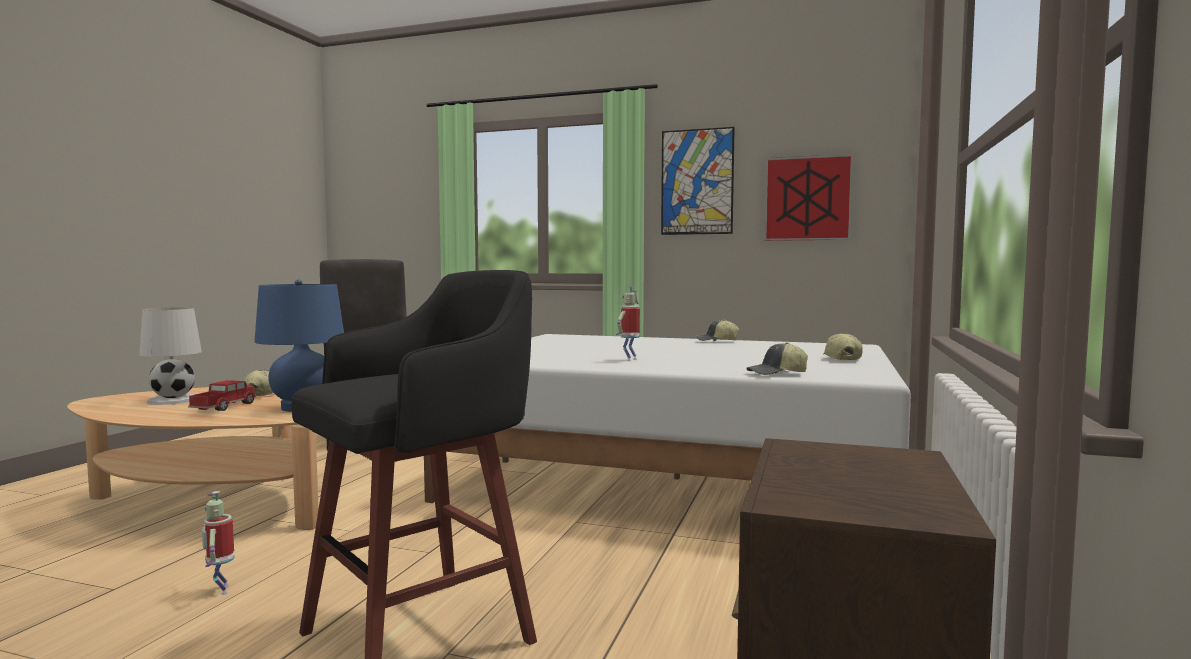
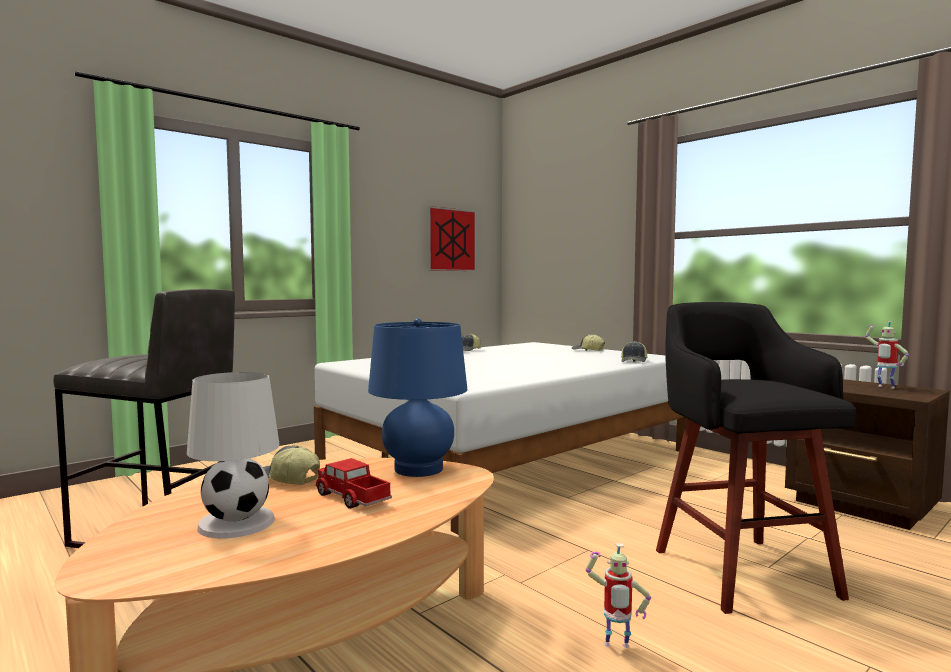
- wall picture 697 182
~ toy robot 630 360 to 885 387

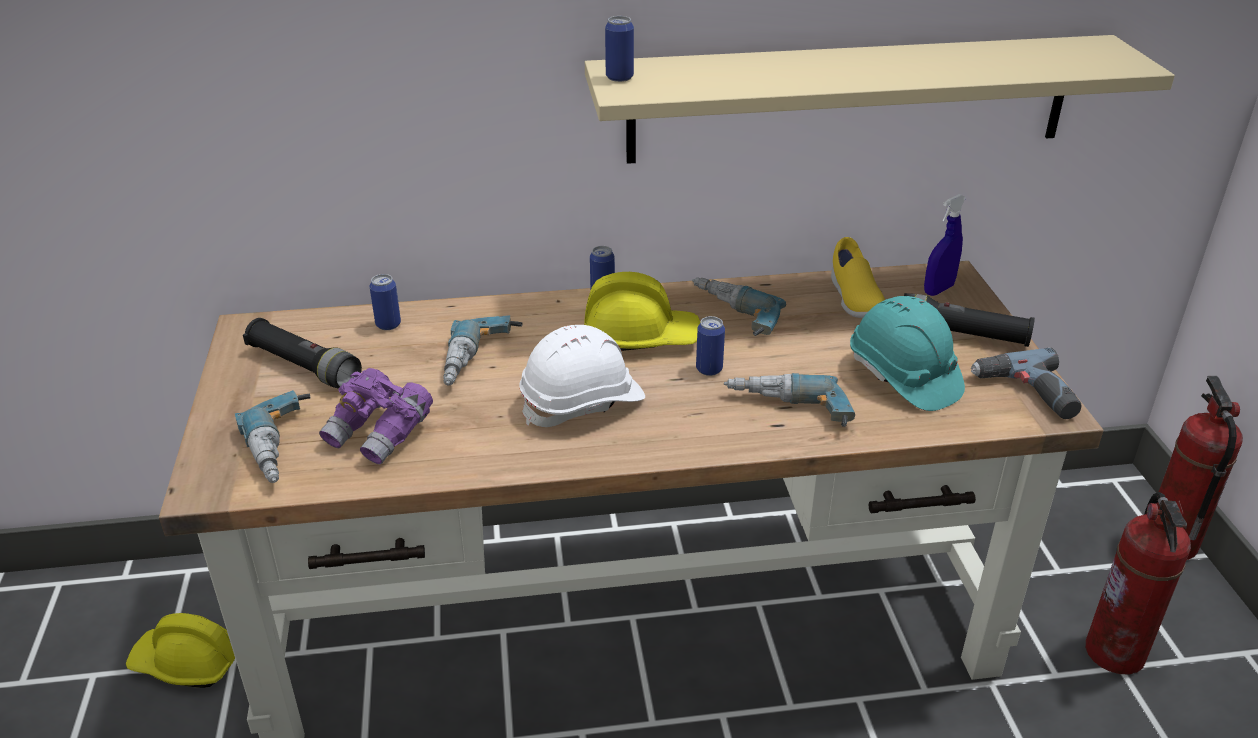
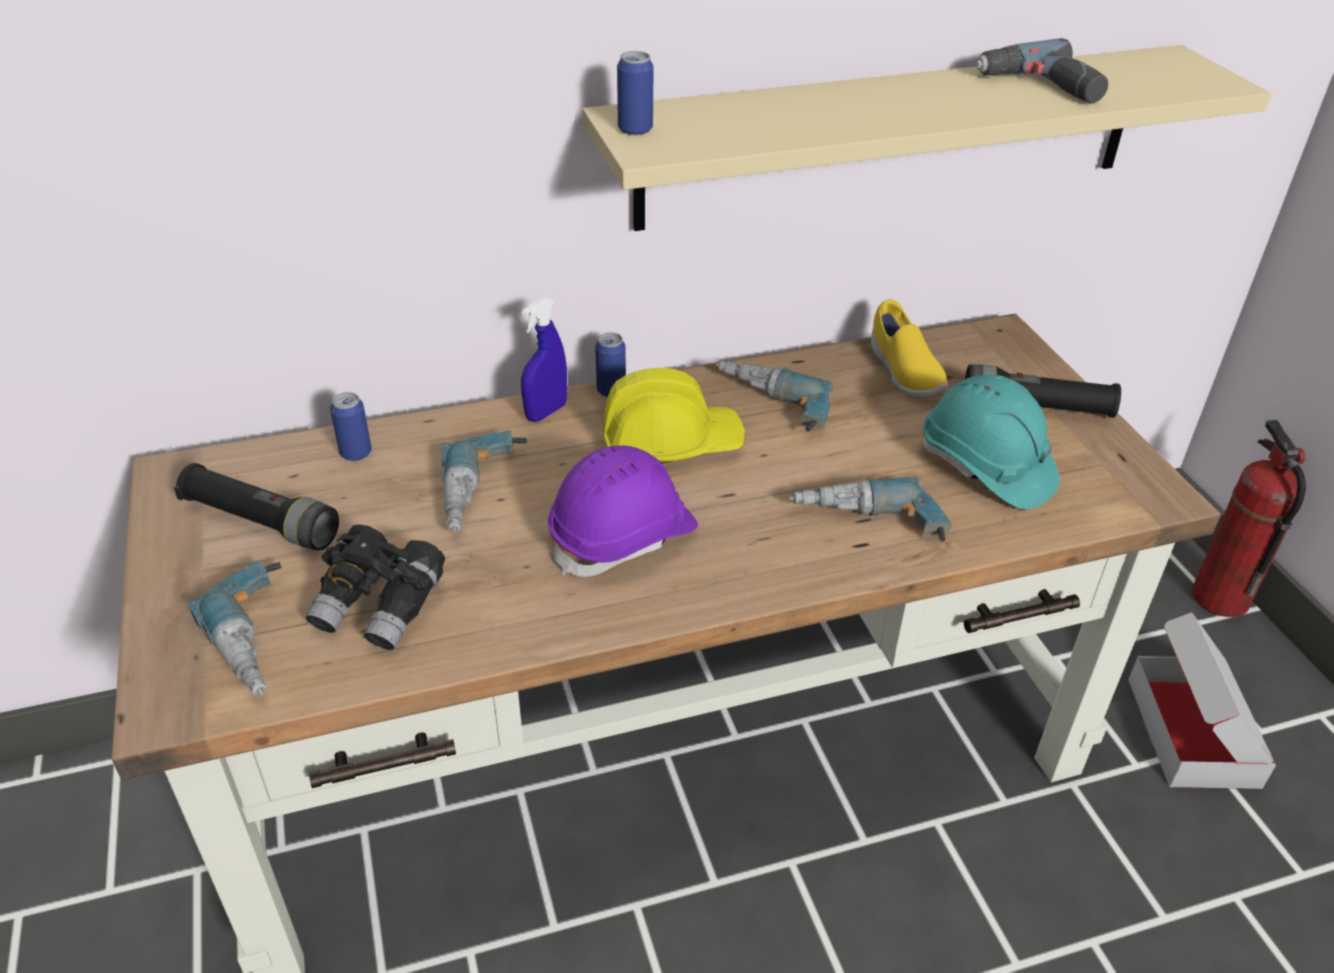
- yellow-coloured hard hat 187 662
- can 709 369
~ blue-coloured sprayer 938 290 to 546 412
~ electric drill 1026 394 to 1041 87
~ fire extinguisher 1116 653 to carton 1192 732
~ purple pair of binoculars 380 434 to black-coloured pair of binoculars 381 607
~ whitish hard hat 583 403 to purple hard hat 624 538

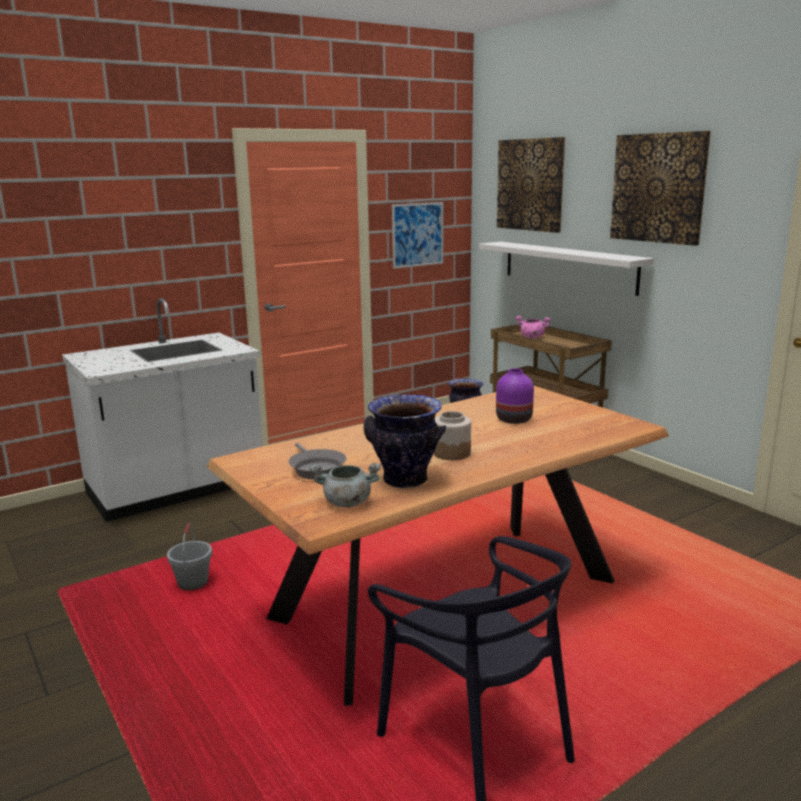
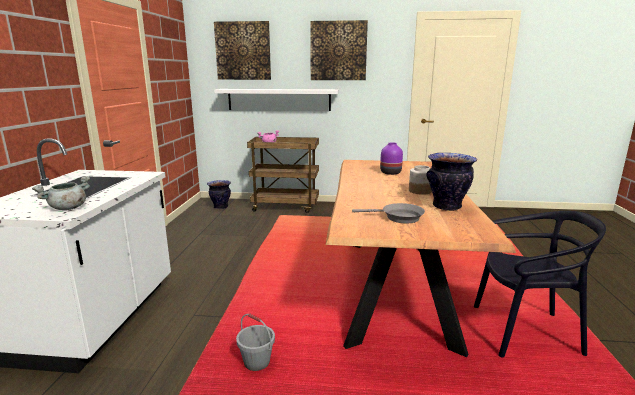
- wall picture 417 234
~ greyish cooking pot 346 503 to 68 208

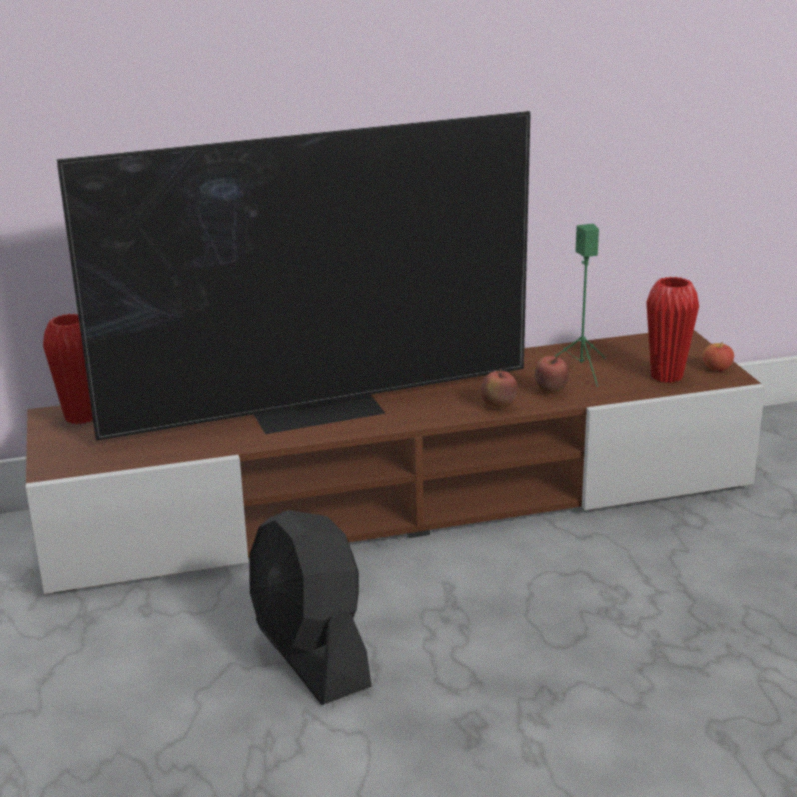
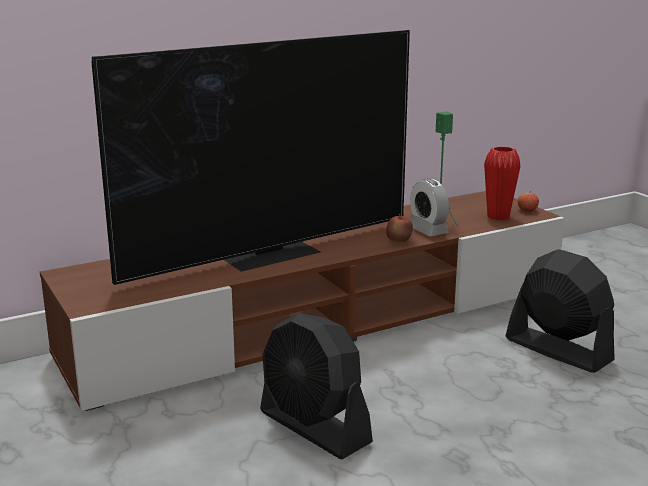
- red decorative vase 81 417
+ black-coloured fan 557 350
~ whole apple 550 391 to alarm clock 428 230

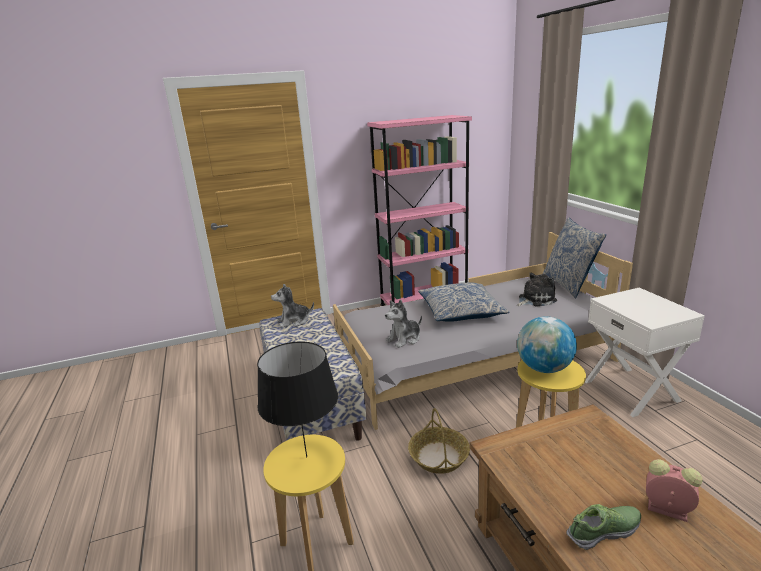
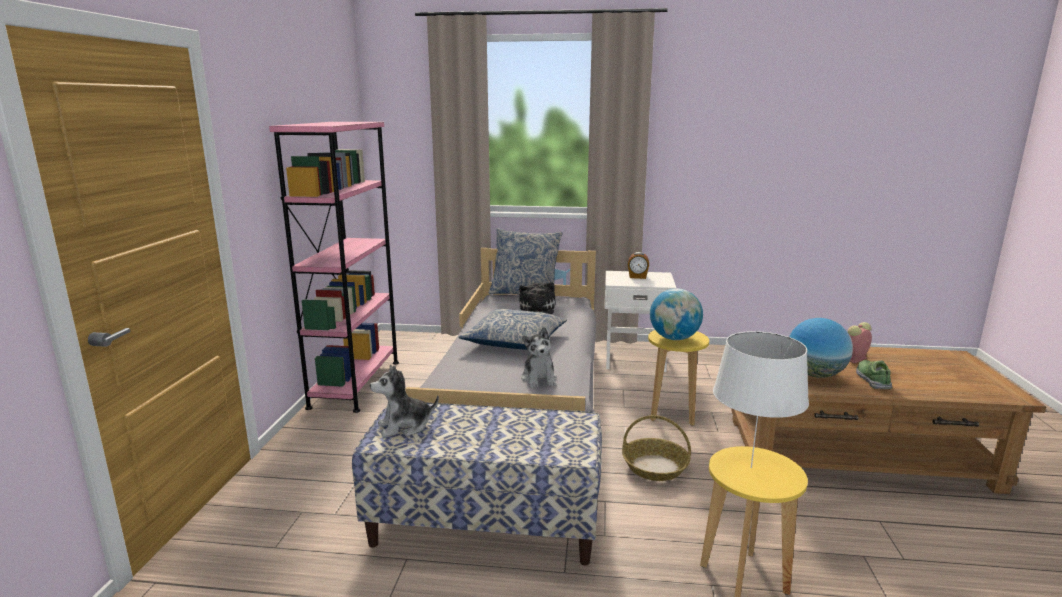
+ alarm clock 637 277
+ globe 815 374
~ black-coloured table lamp 306 457 to whitish table lamp 750 467
~ plush toy 294 321 = 404 426 60 degrees clockwise

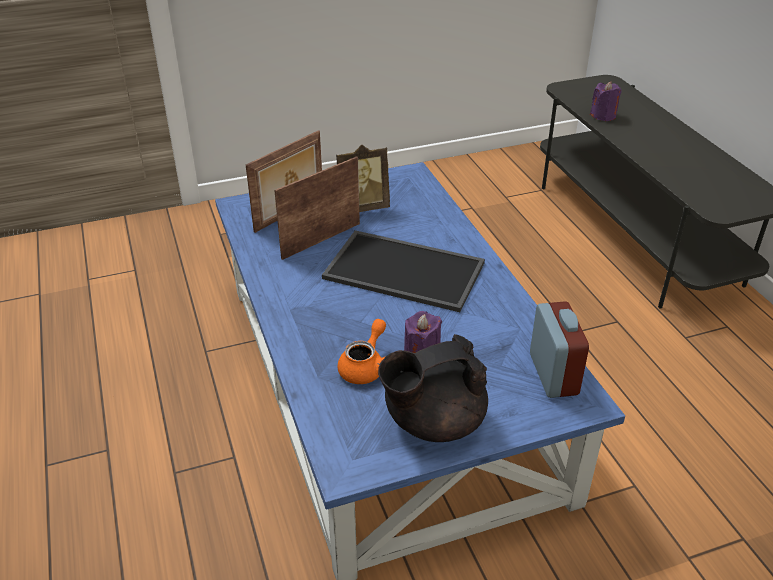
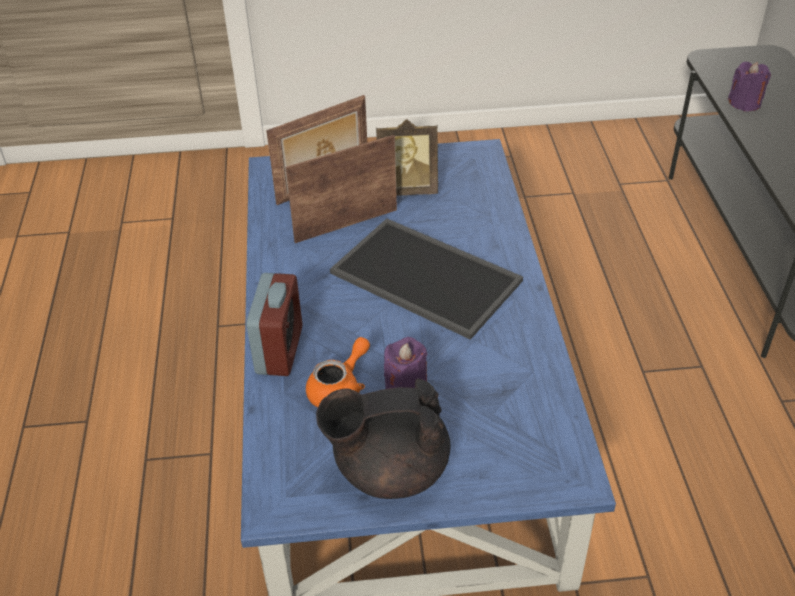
~ alarm clock 553 374 to 279 350

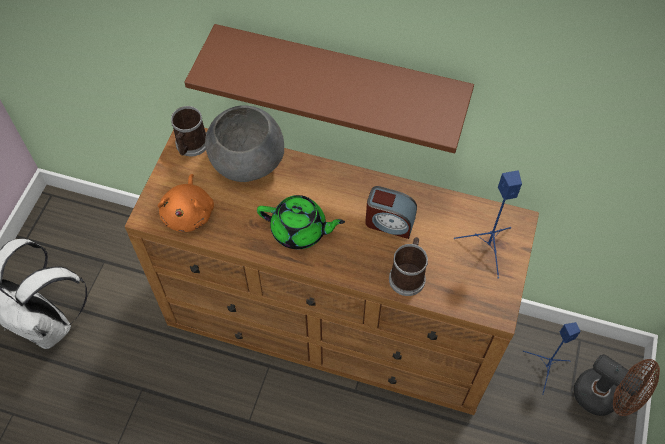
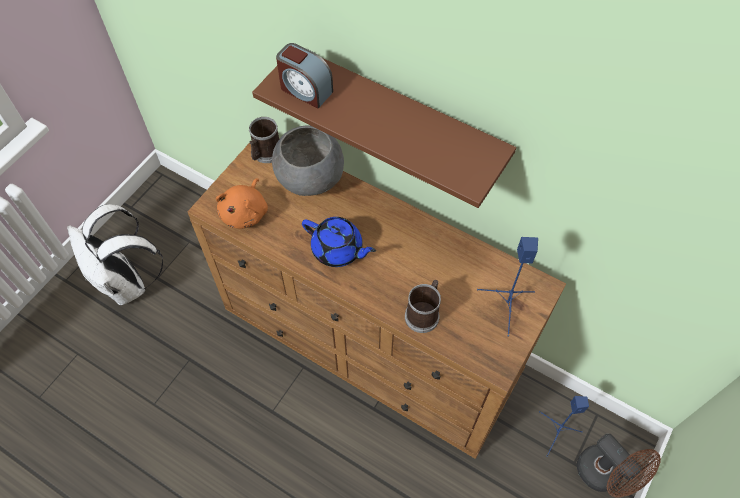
~ alarm clock 389 222 to 305 90
~ green tea pot 300 230 to blue-coloured tea pot 338 250

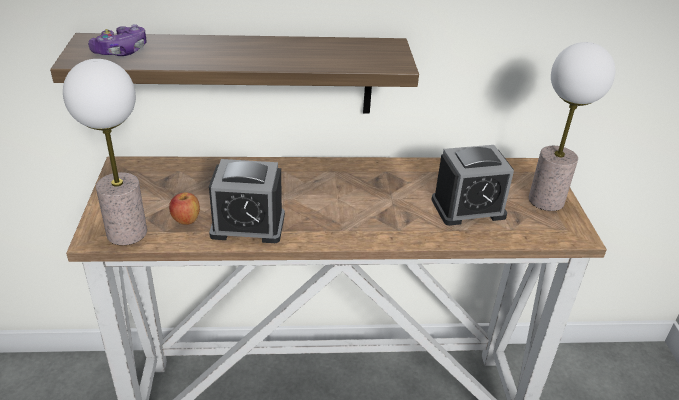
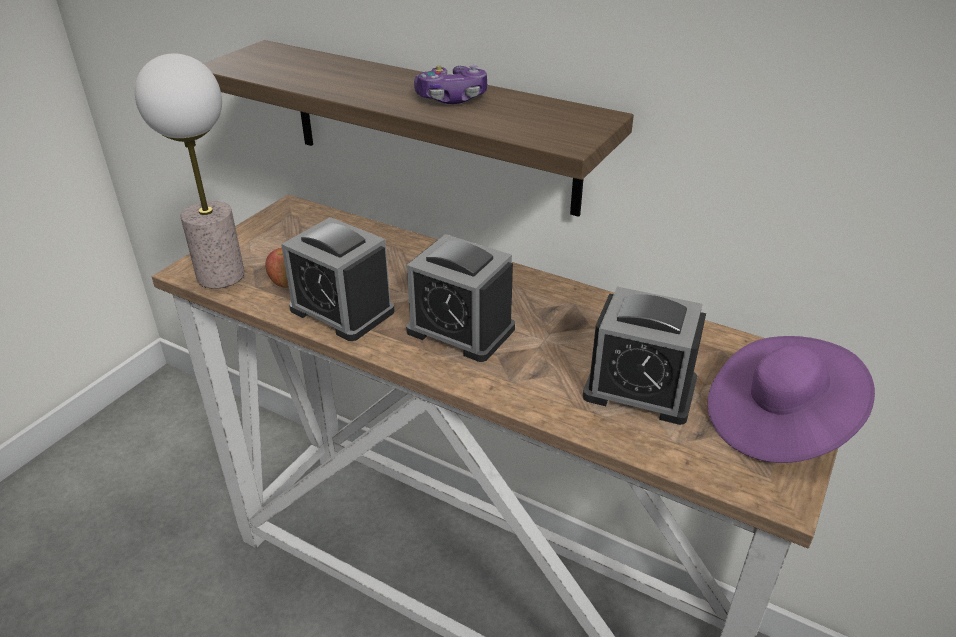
+ alarm clock 460 330
~ game controller 121 51 to 451 98
~ table lamp 545 200 to purple hat 778 423

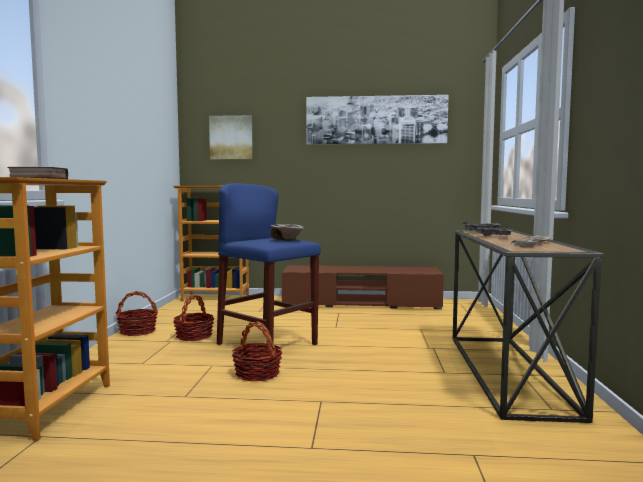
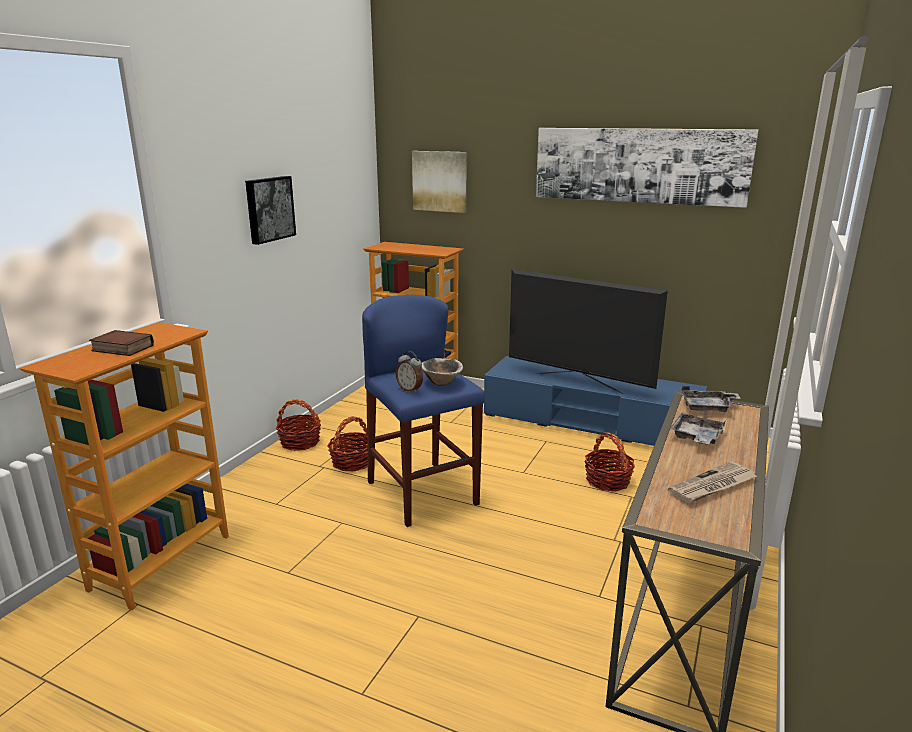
+ wall picture 269 209
+ alarm clock 410 389
+ TV 577 383
~ storage basket 257 374 to 607 481
~ brown media console 361 303 to blue-coloured media console 590 422

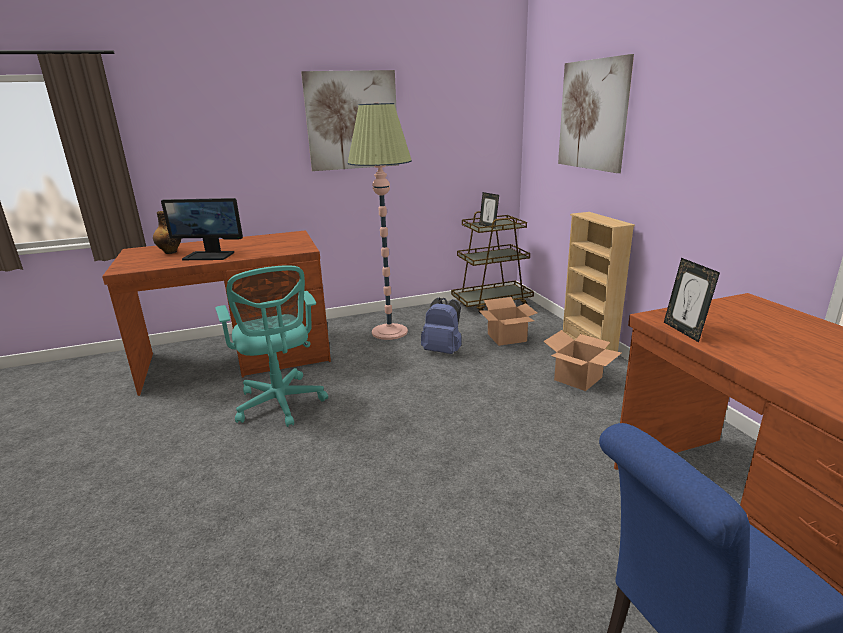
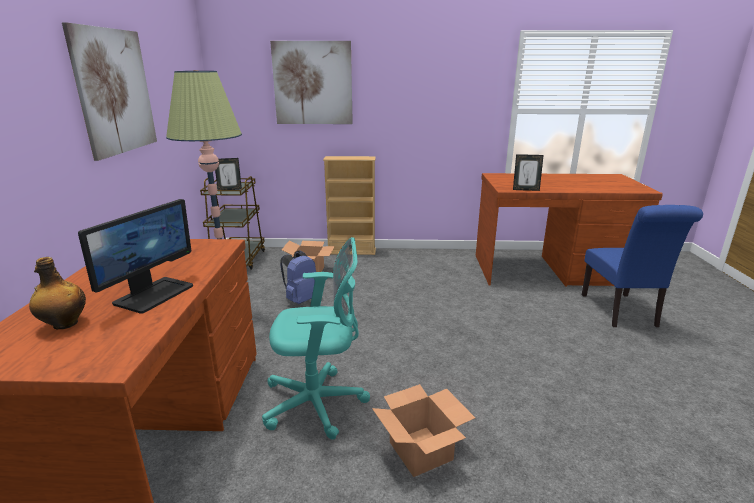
~ carton 578 378 to 420 450

